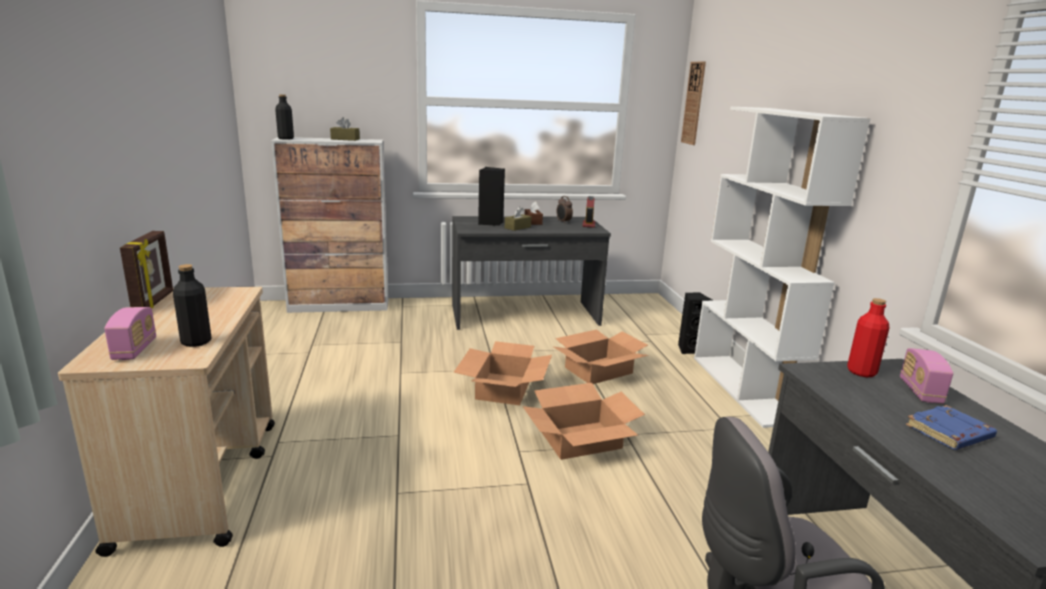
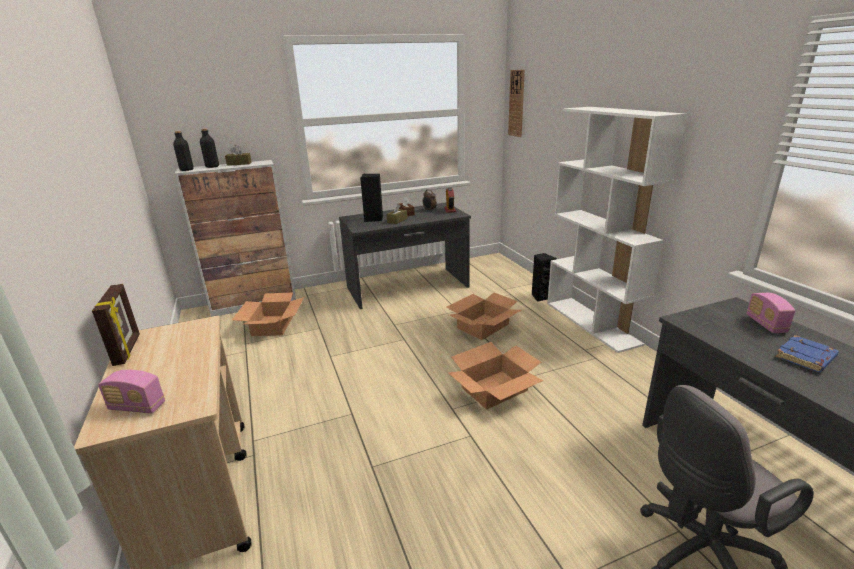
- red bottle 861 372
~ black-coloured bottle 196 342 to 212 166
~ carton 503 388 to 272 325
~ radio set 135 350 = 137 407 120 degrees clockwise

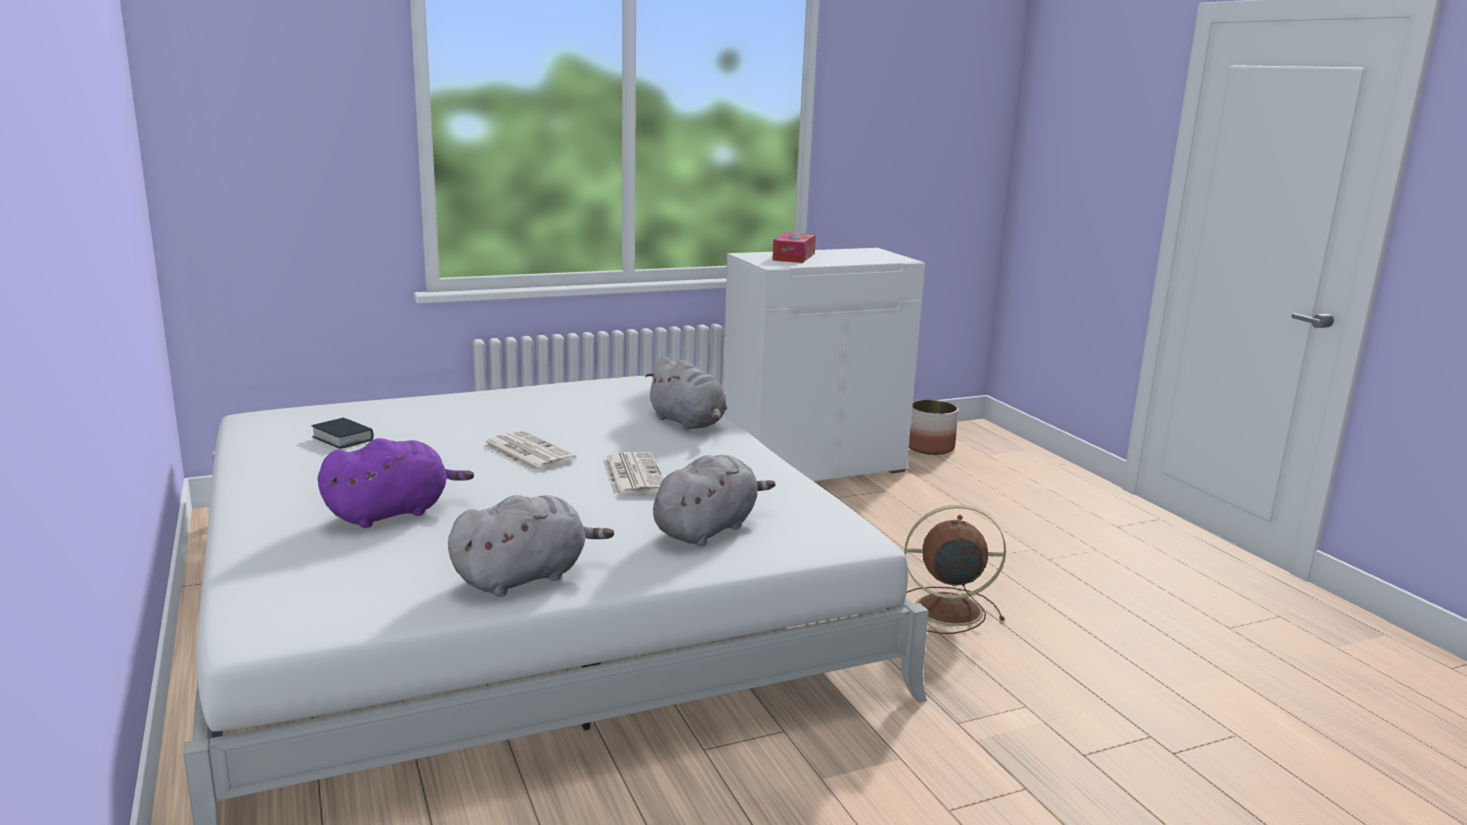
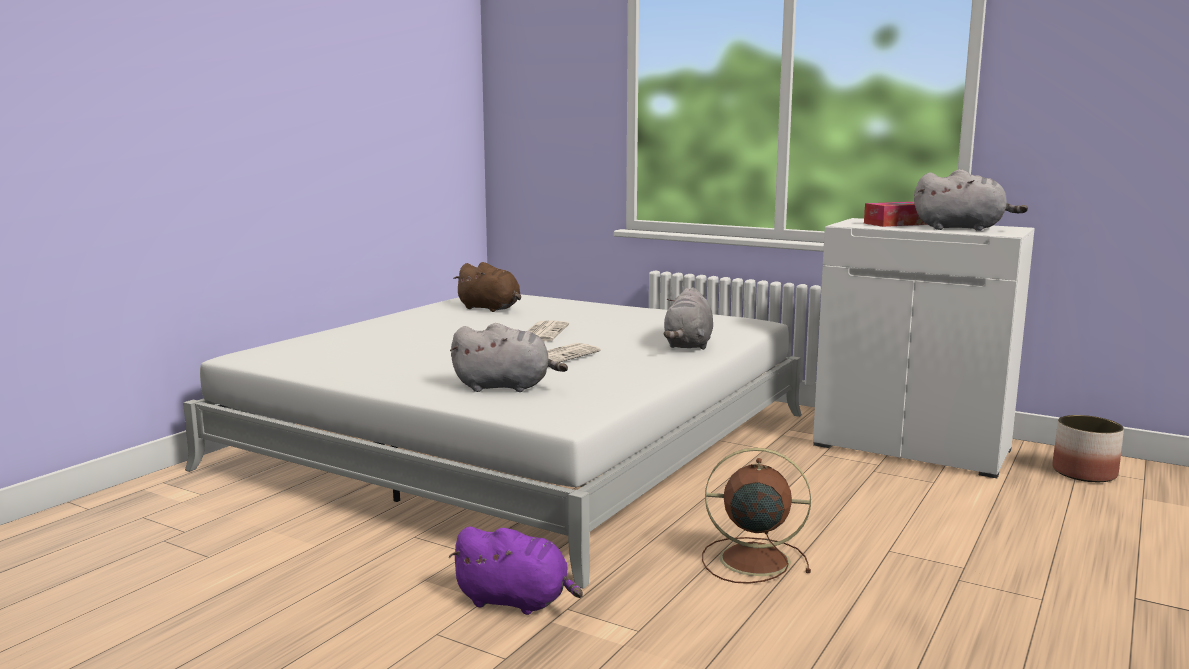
~ purple plush toy 392 513 to 516 601
~ greyish plush toy 525 577 to 962 229
~ volume 343 439 to brown plush toy 491 309
~ brown fan 945 609 = 751 560 45 degrees counterclockwise

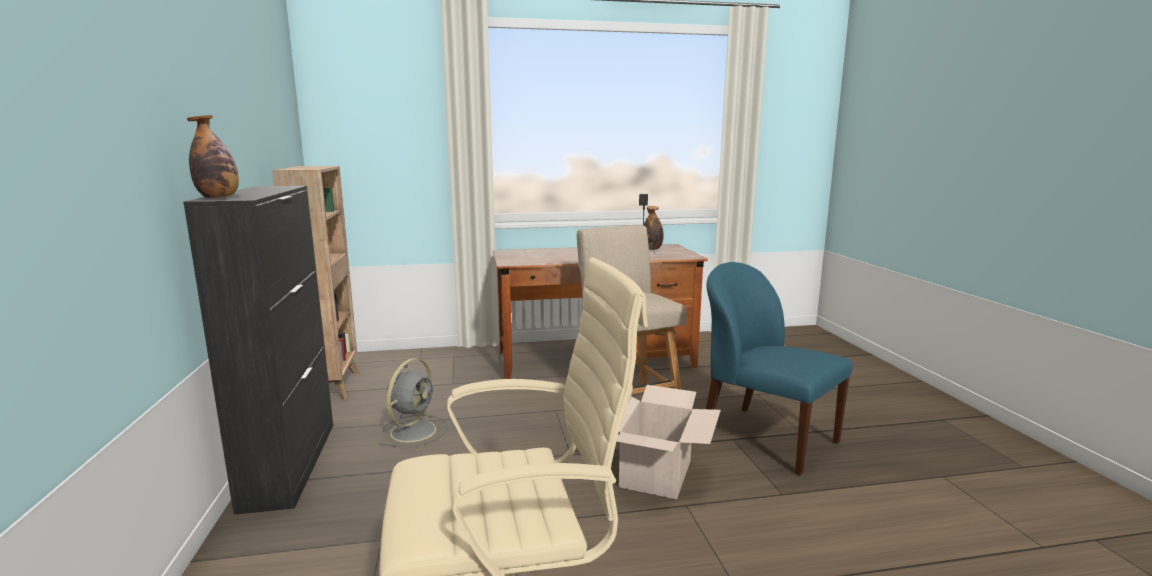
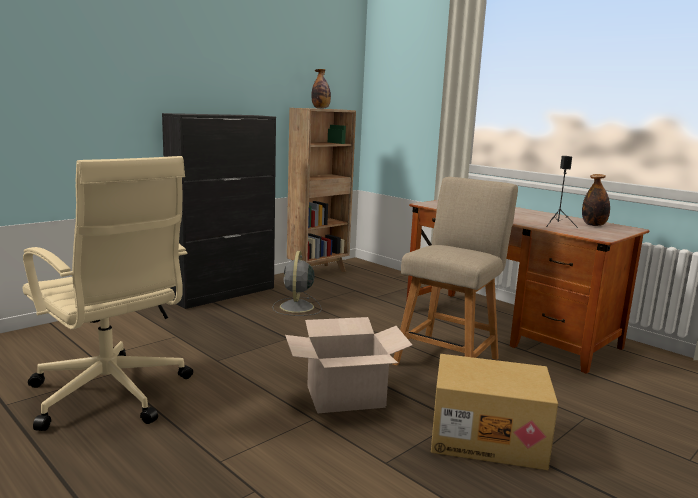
~ bottle 218 198 to 321 108
~ blue-coloured plain chair 766 438 to carton 488 438
~ greyish fan 414 430 = 296 307 105 degrees clockwise

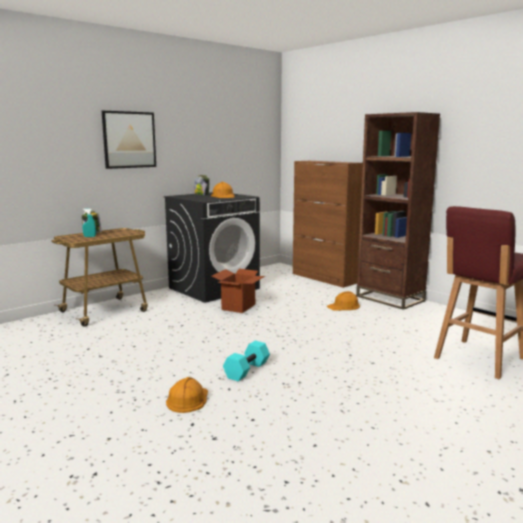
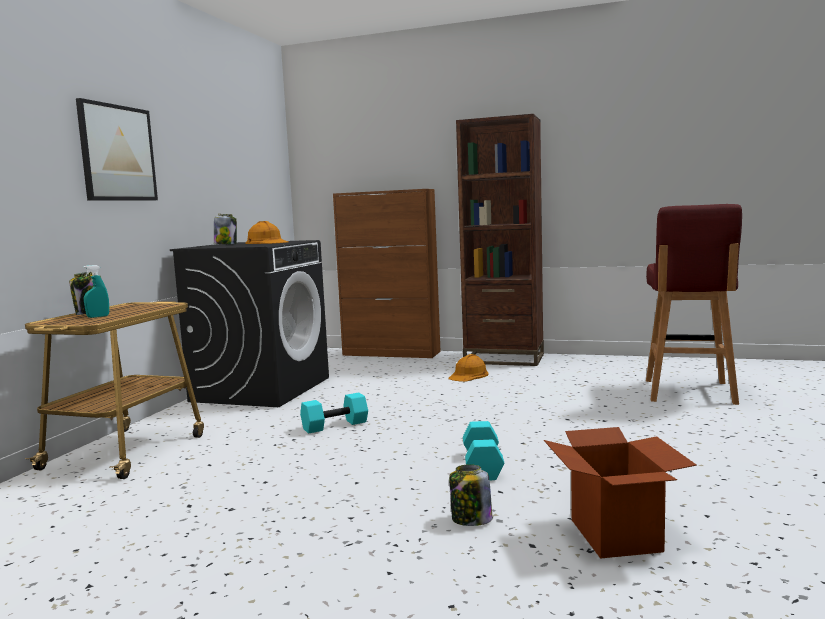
+ turquoise-coloured free weight 335 425
~ carton 238 307 to 616 535
~ orange hard hat 187 399 to jar 470 520

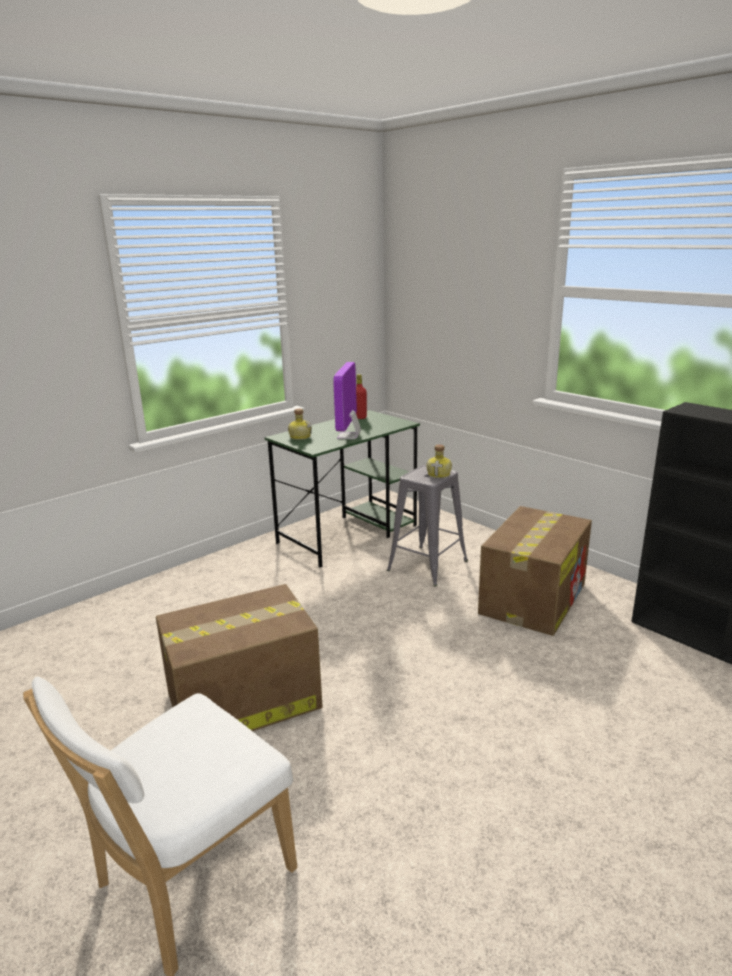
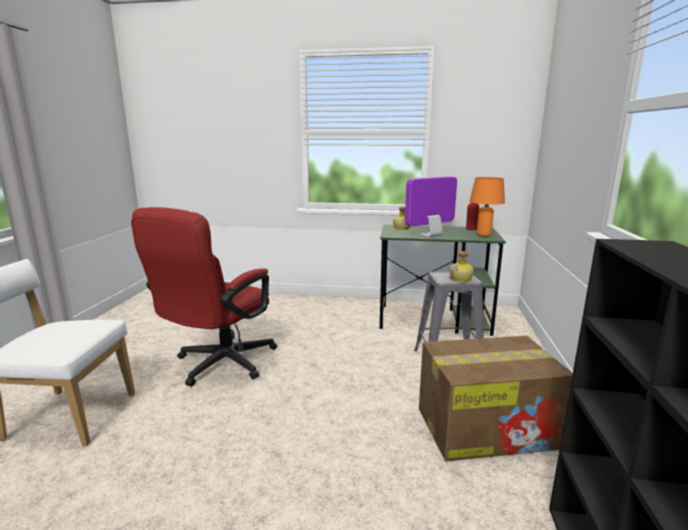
+ orange table lamp 483 235
~ carton 241 701 to red desk chair 219 365

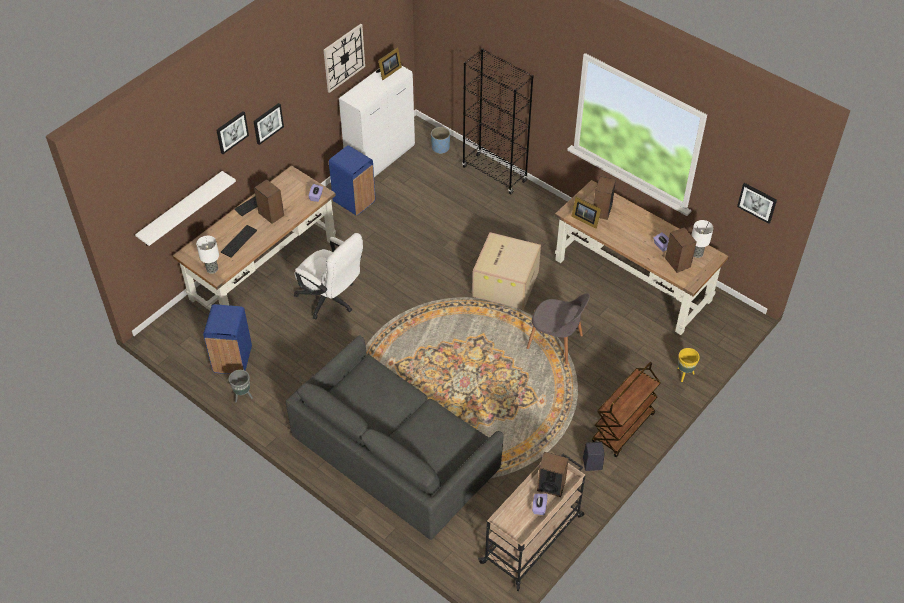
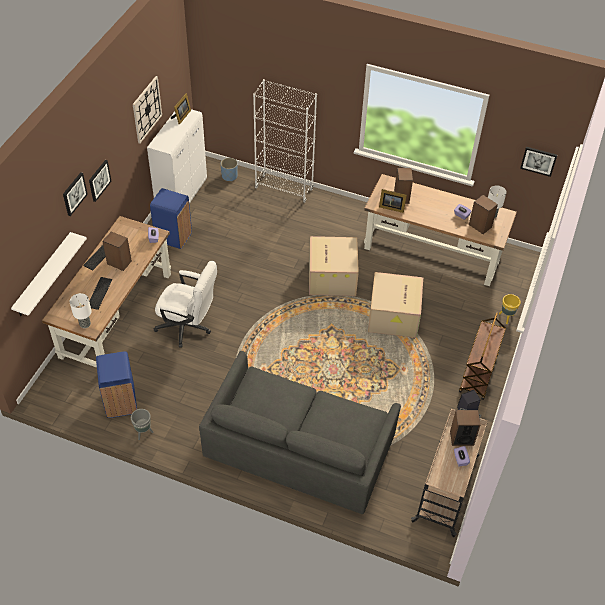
~ greyish plain chair 556 343 to carton 394 317
~ black-coloured bookshelf 494 174 to whitish bookshelf 284 189

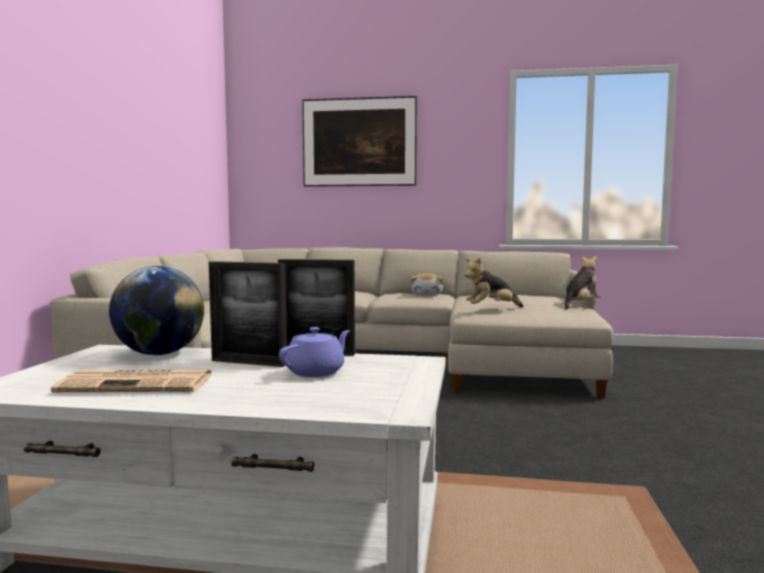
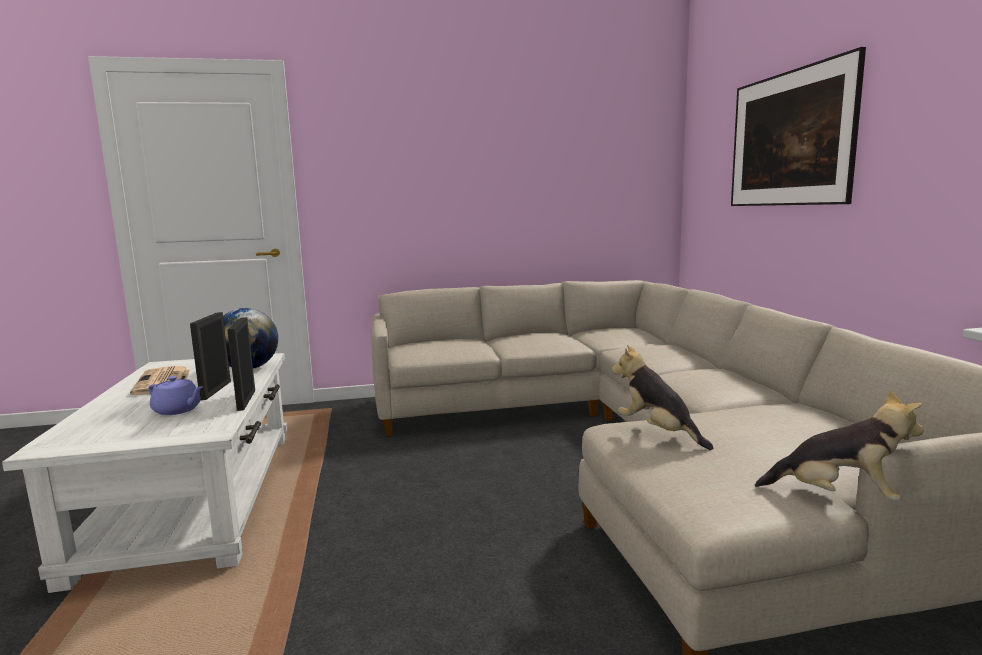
- plush toy 427 295

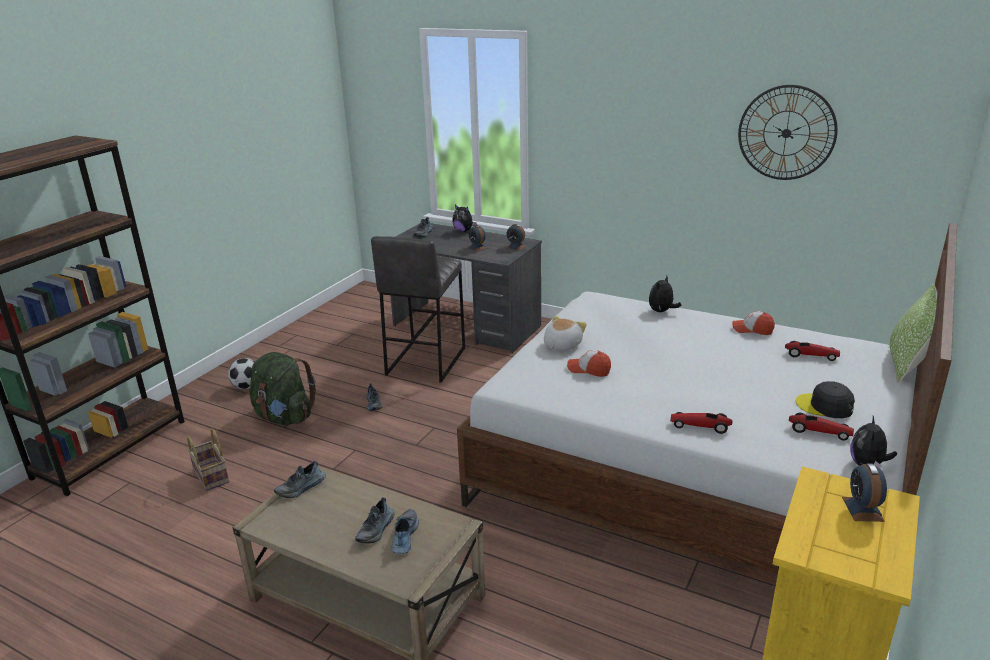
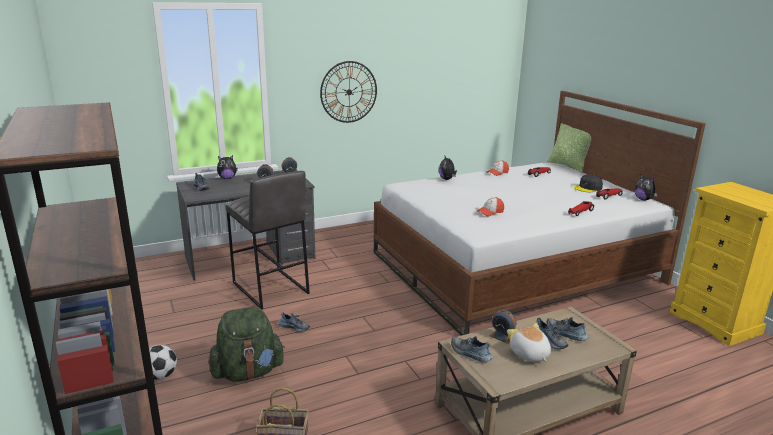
~ plush toy 561 345 to 529 354
~ clock on the wall 786 133 to 349 92
~ alarm clock 862 509 to 502 336
~ low shoe 301 488 = 470 354 135 degrees clockwise

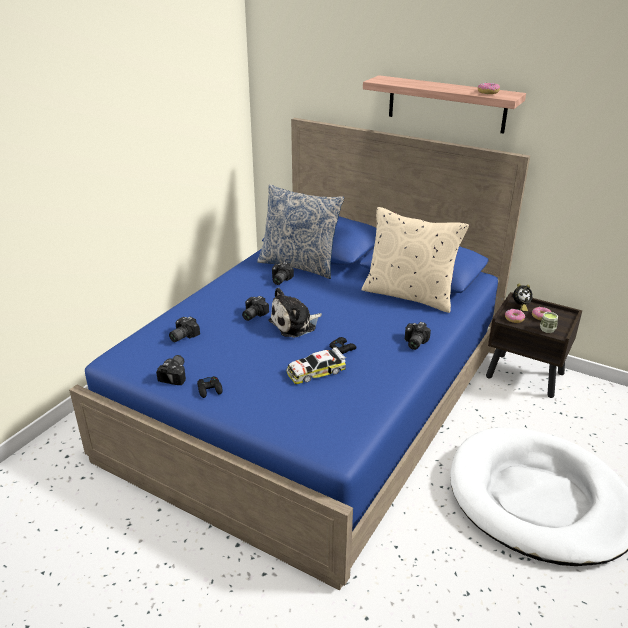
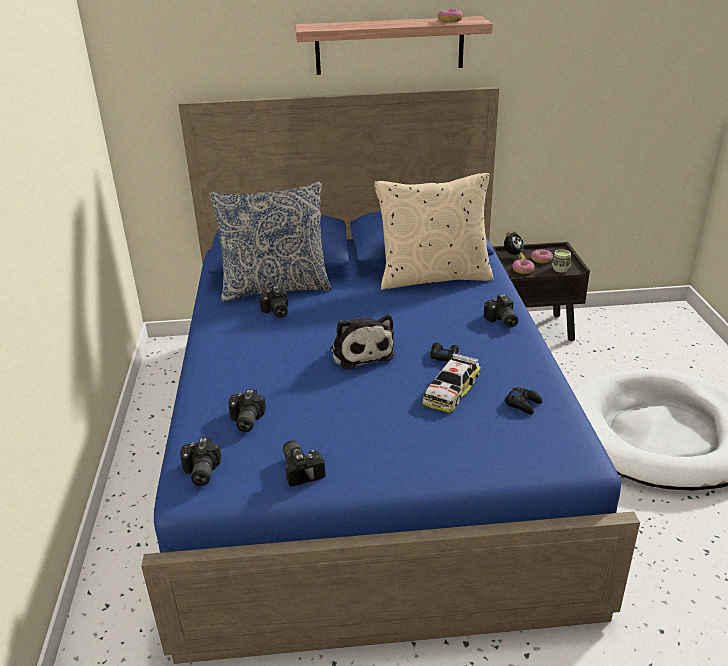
~ black-coloured game controller 210 389 to 523 404
~ photo camera 252 315 to 199 472
~ plush toy 295 324 = 361 352 45 degrees counterclockwise

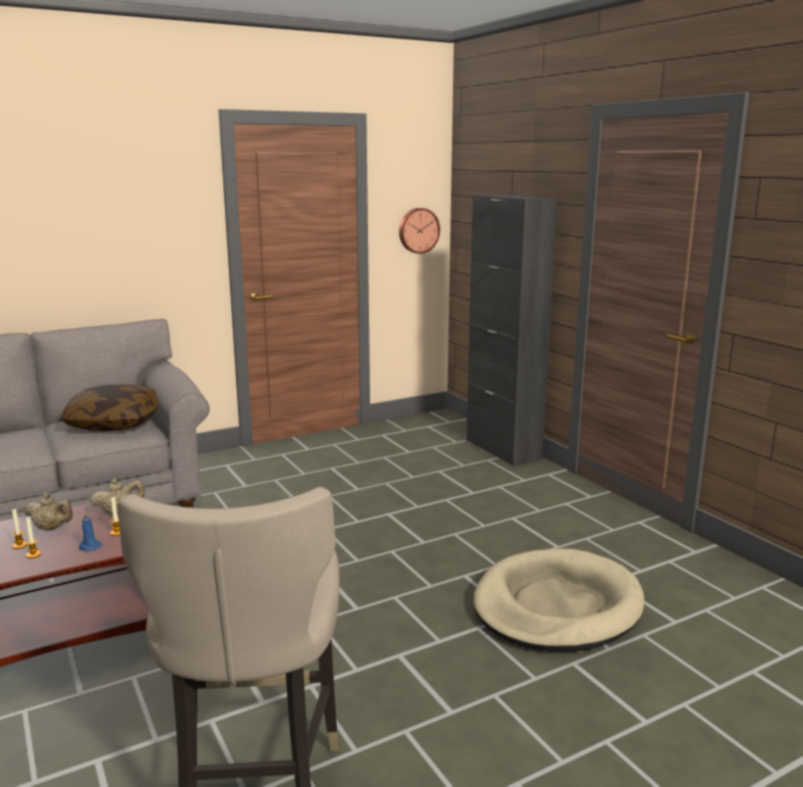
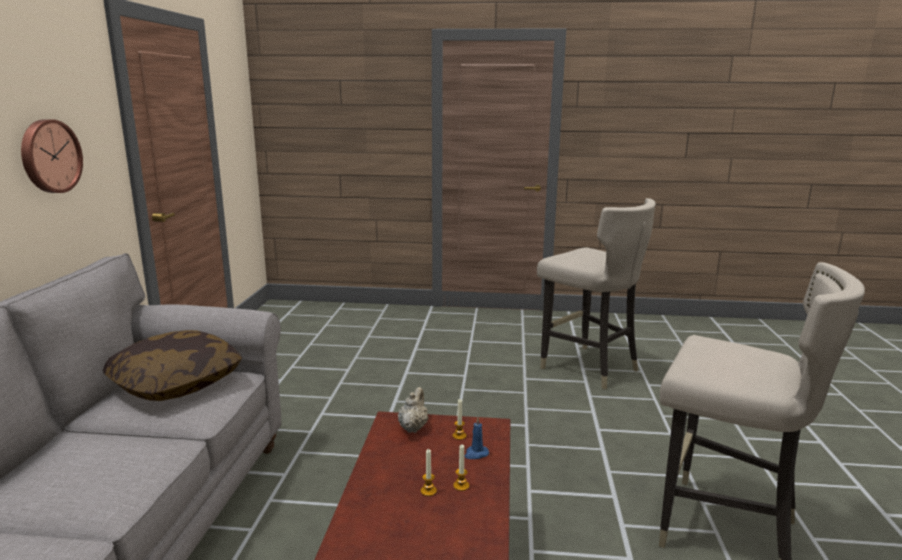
- beige tea pot 51 528
- black-coloured cabinet 503 449
~ clock on the wall 418 230 to 49 156
~ beige dog bed 556 606 to beige stool seat 588 367

